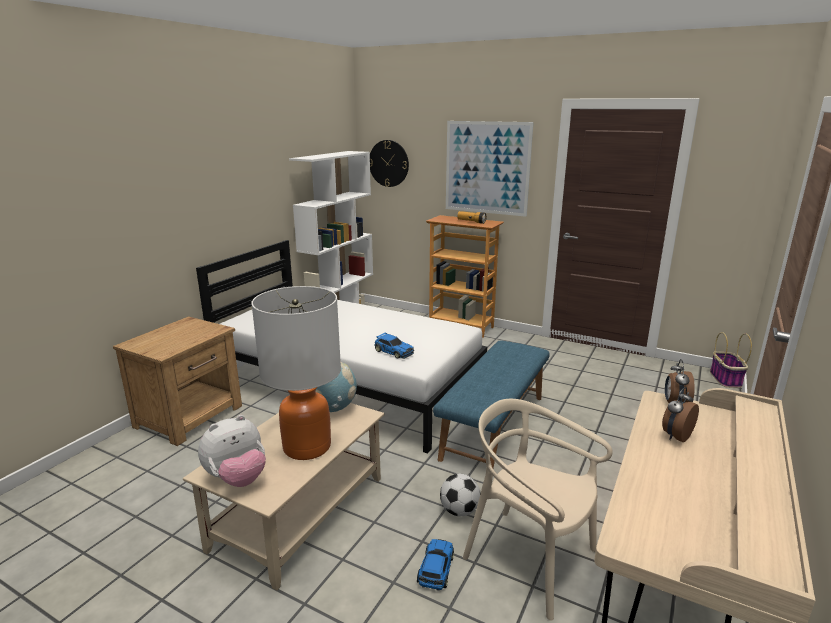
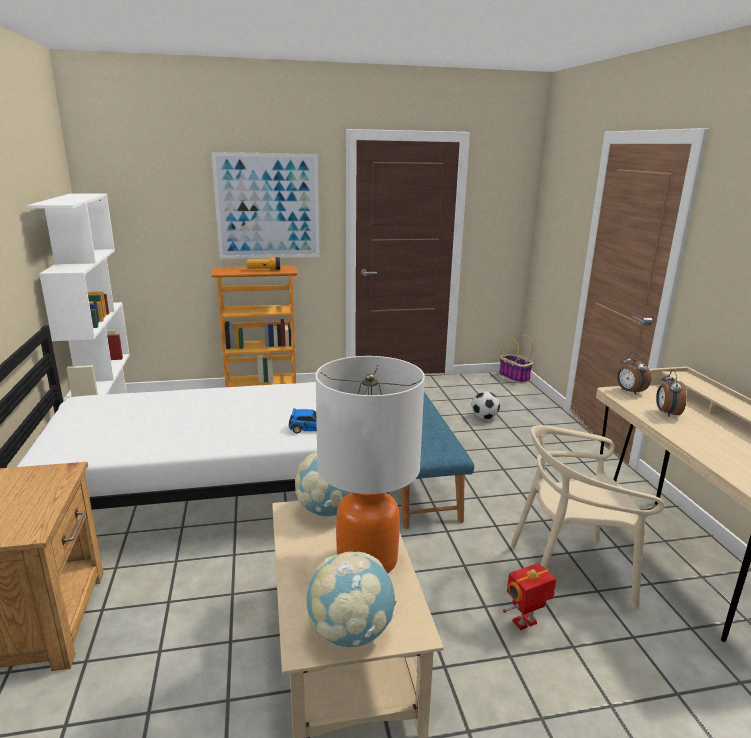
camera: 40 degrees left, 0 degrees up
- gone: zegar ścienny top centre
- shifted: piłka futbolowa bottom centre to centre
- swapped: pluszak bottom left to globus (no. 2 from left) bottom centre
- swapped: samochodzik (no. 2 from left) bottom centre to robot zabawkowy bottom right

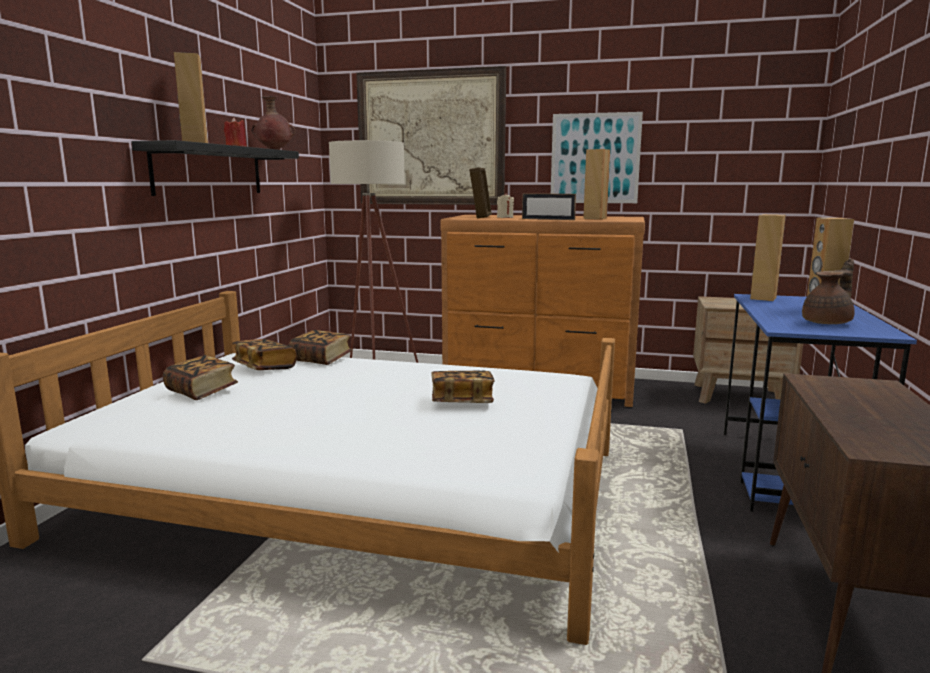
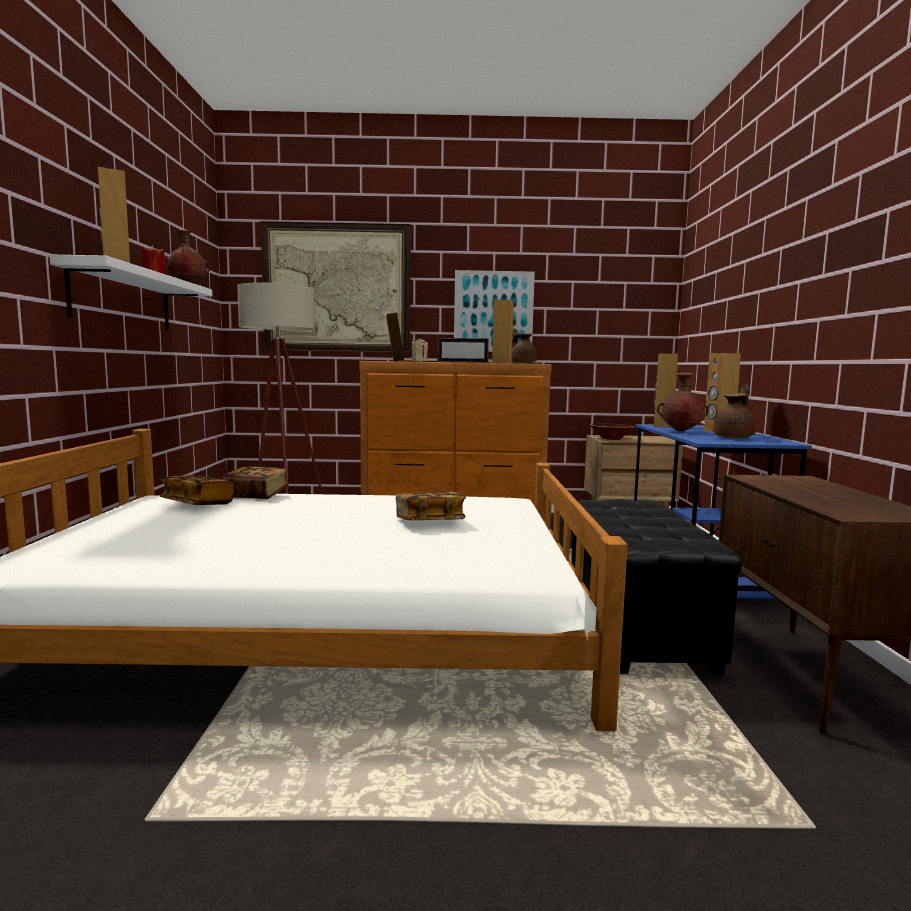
camera: 15 degrees left, 5 degrees down
- gone: książka (no. 1 from left) middle left
- new: imbryk (brązowy) (no. 1 from left) centre
- new: pufa (czarny) middle right
- new: miska (brązowy) middle right
- new: wazon (brązowy) (no. 2 from left) middle right
- repainted: półka (czarny) top left to półka (biały) top left

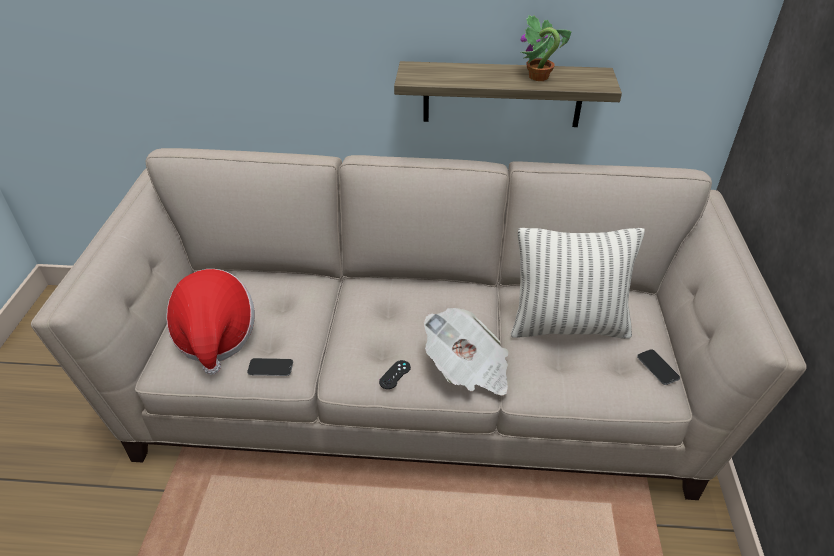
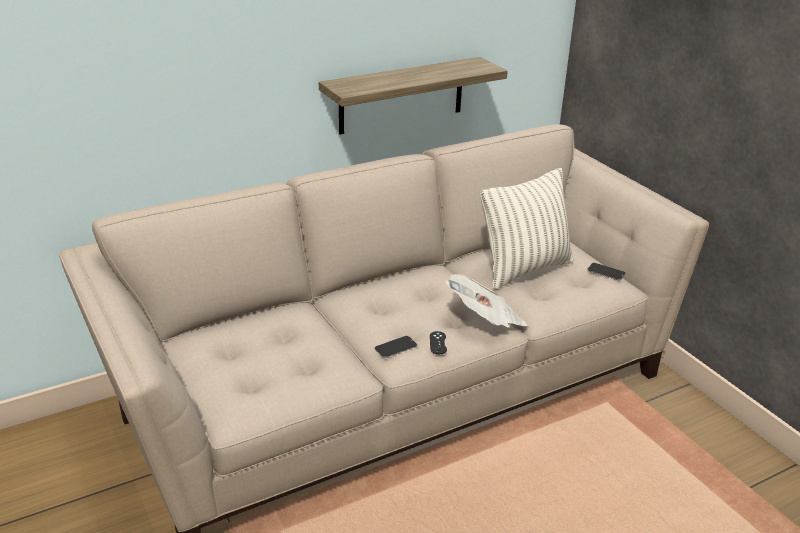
camera: 35 degrees left, 10 degrees down
- gone: kapelusz middle left
- gone: roślina doniczkowa top centre
- shifted: telefon (no. 1 from left) middle left to centre

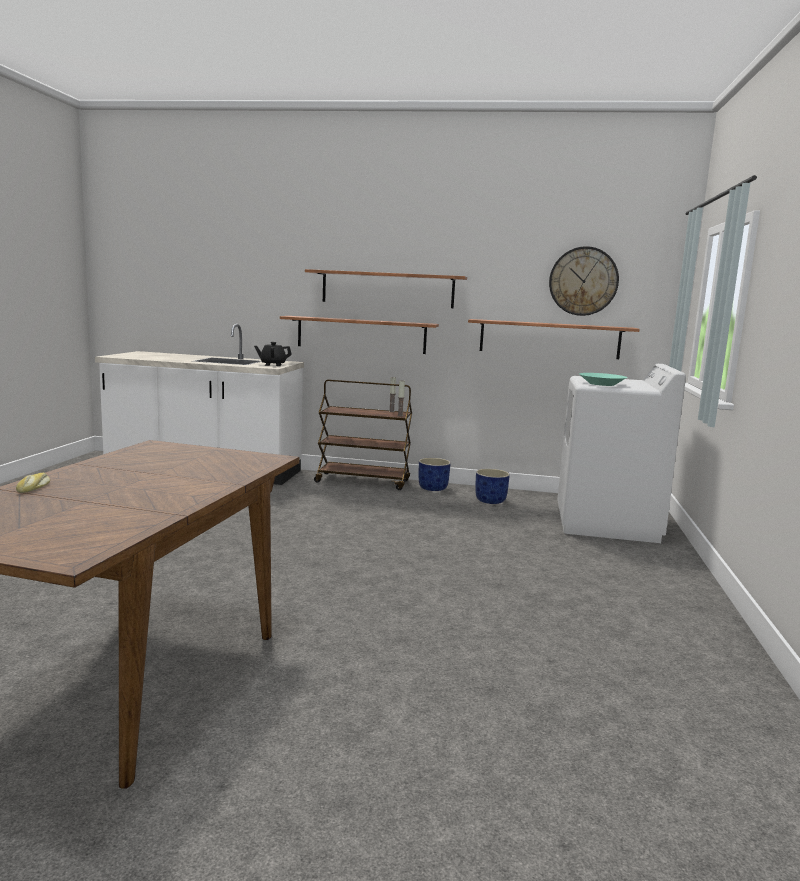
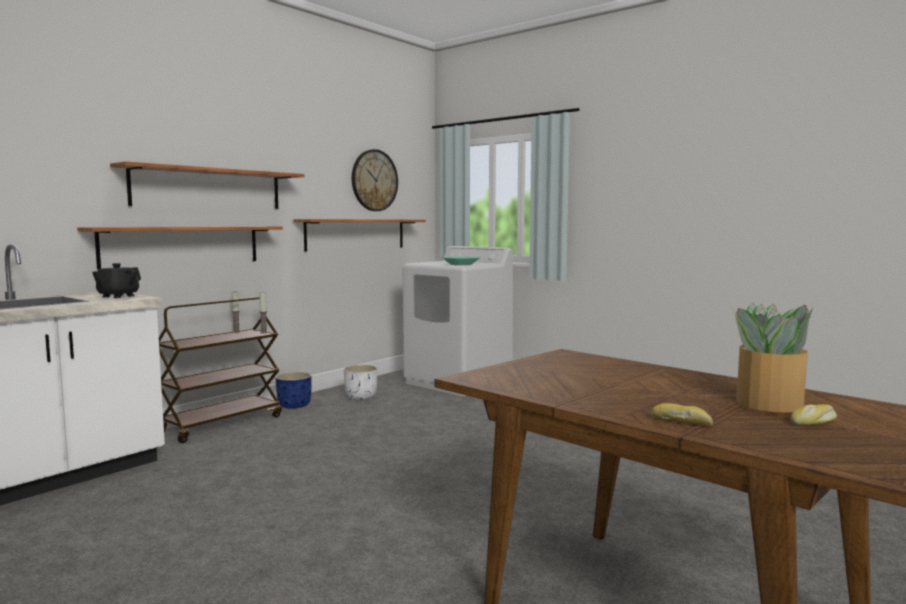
camera: 60 degrees left, 5 degrees down
- new: roślina doniczkowa middle right
- new: chleb (no. 2 from left) bottom right
- repainted: donica (niebieski) (no. 2 from left) centre to donica (biały) centre

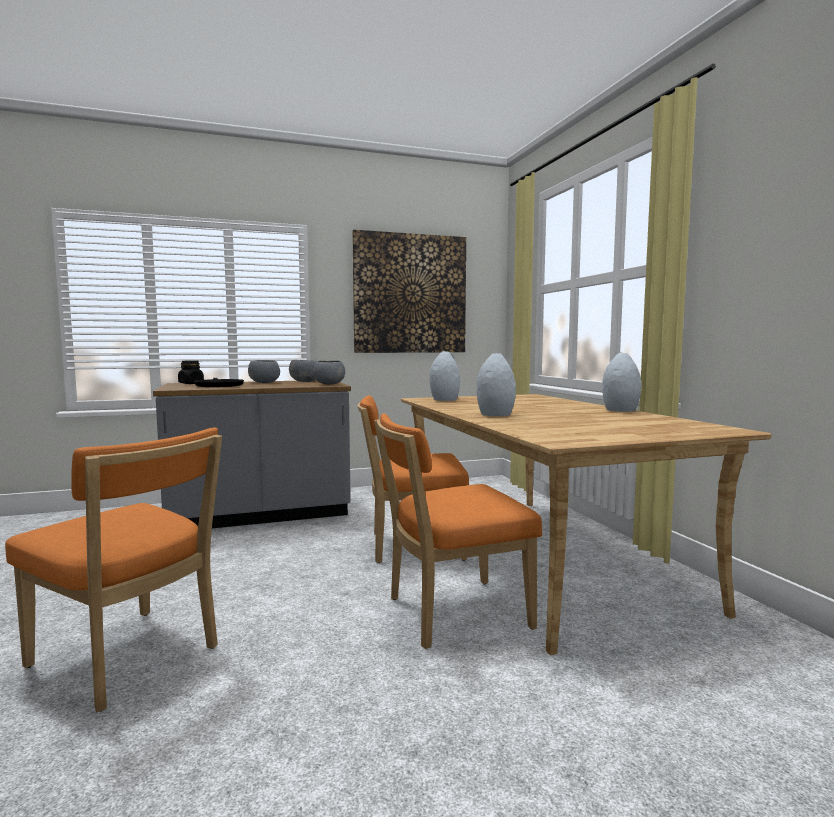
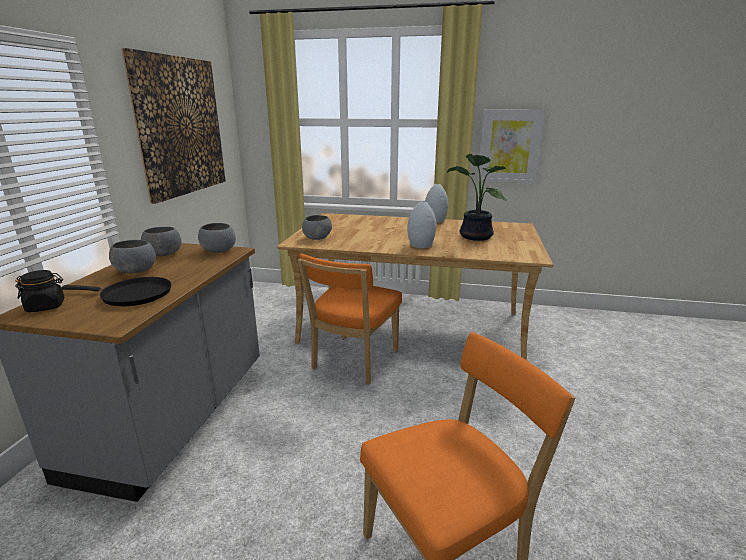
camera: 60 degrees left, 15 degrees up
- gone: krzesło (pomarańczowy) (no. 3 from left) centre
- new: roślina doniczkowa centre
- new: obraz (no. 2 from left) top right
- swapped: wazon (szary) (no. 1 from left) centre to miska (szary) (no. 4 from left) centre

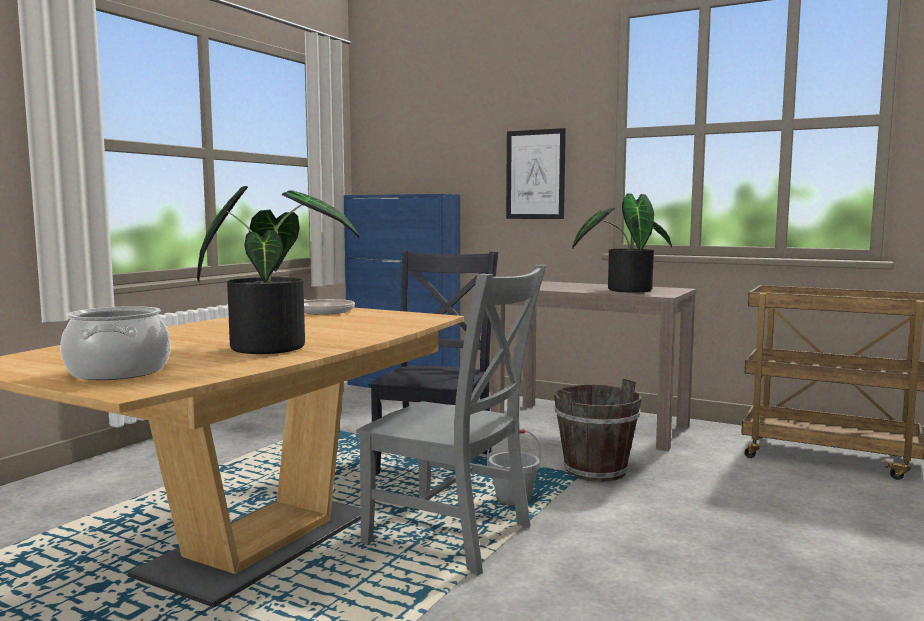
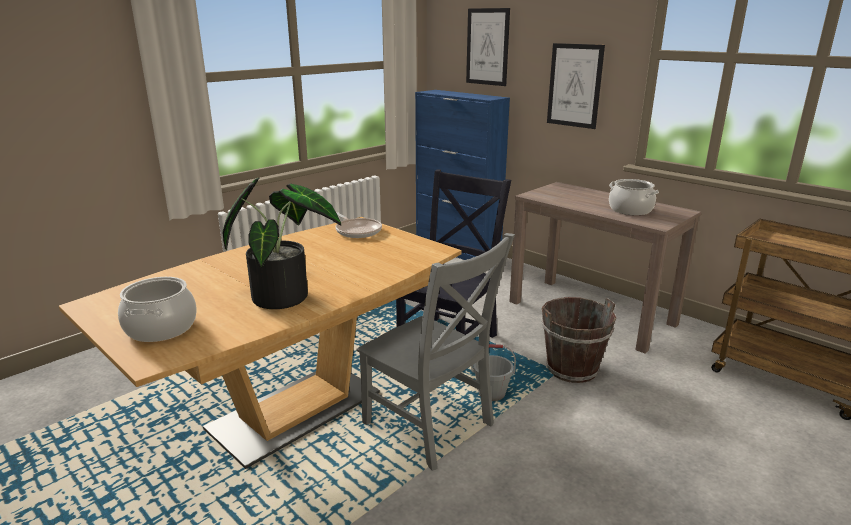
camera: 15 degrees right, 15 degrees up
- new: obraz (no. 1 from left) top centre
- swapped: roślina doniczkowa (no. 2 from left) middle right to garnek (no. 2 from left) middle right

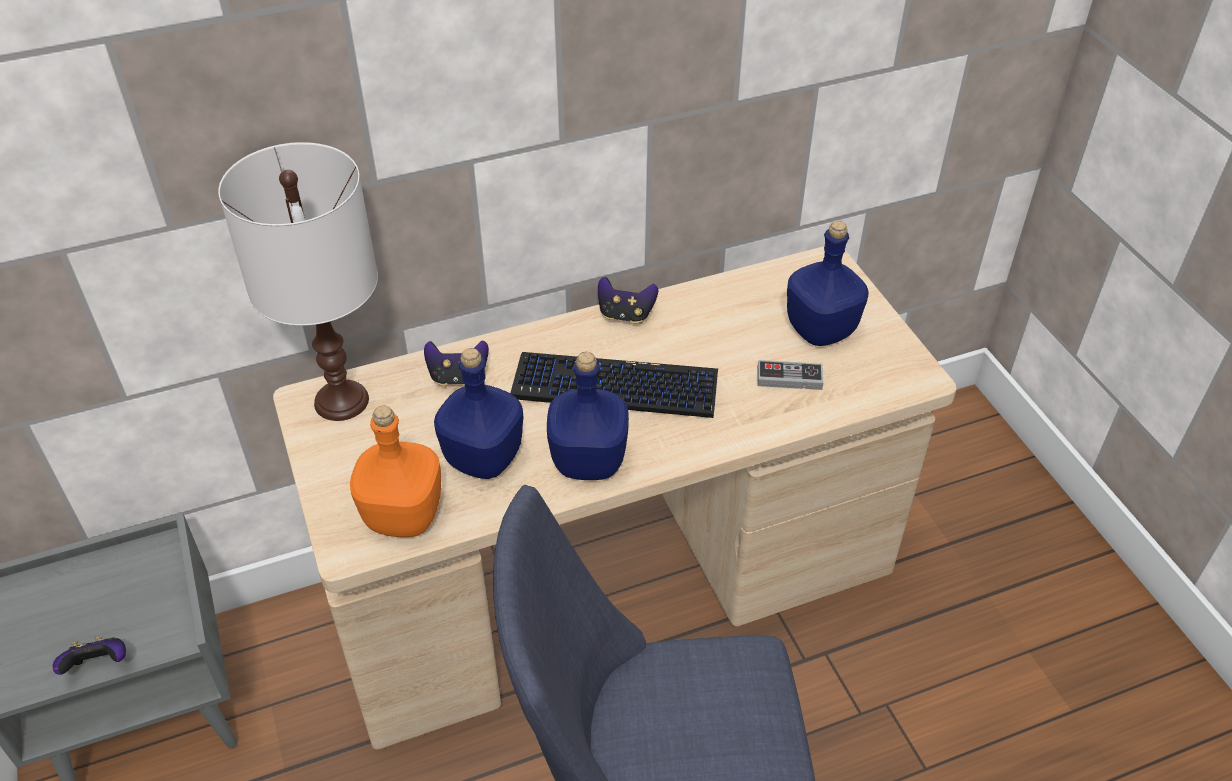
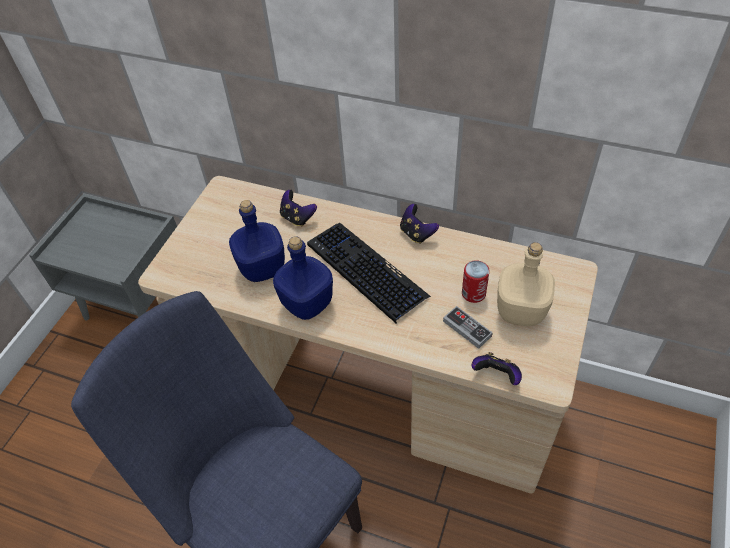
camera: 45 degrees right, 5 degrees up
- gone: lampa stołowa (biały) middle left
- gone: butelka (pomarańczowy) middle left
- new: puszka centre
- shifted: pad do gier (no. 1 from left in the first image) bottom left to pad do gier (no. 4 from left) bottom right
- repainted: butelka (niebieski) (no. 3 from left) middle right to butelka (beżowy) middle right

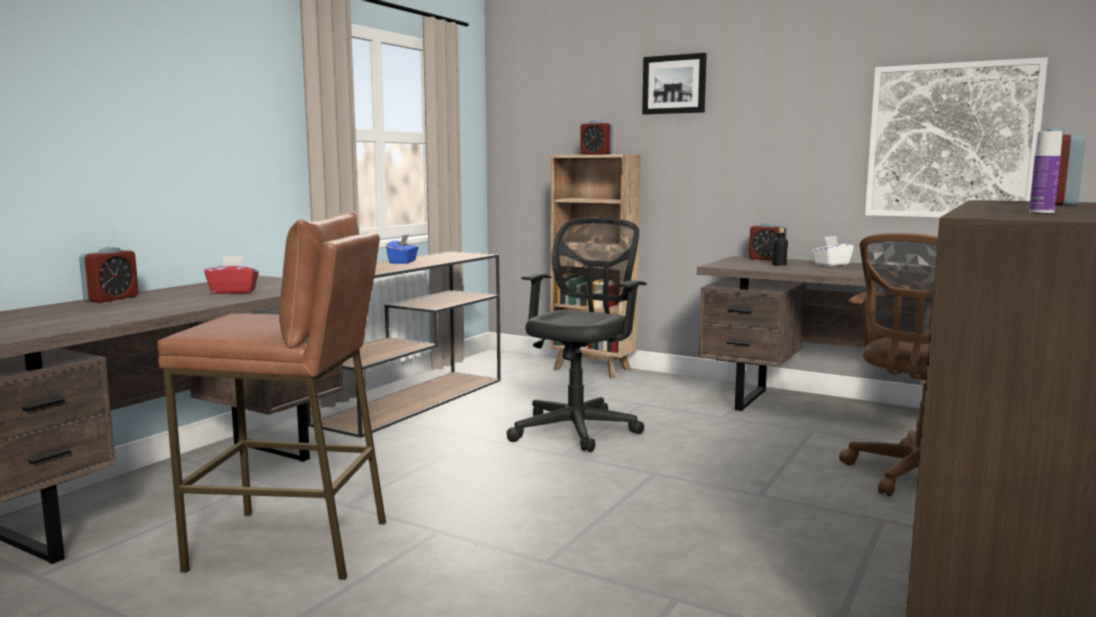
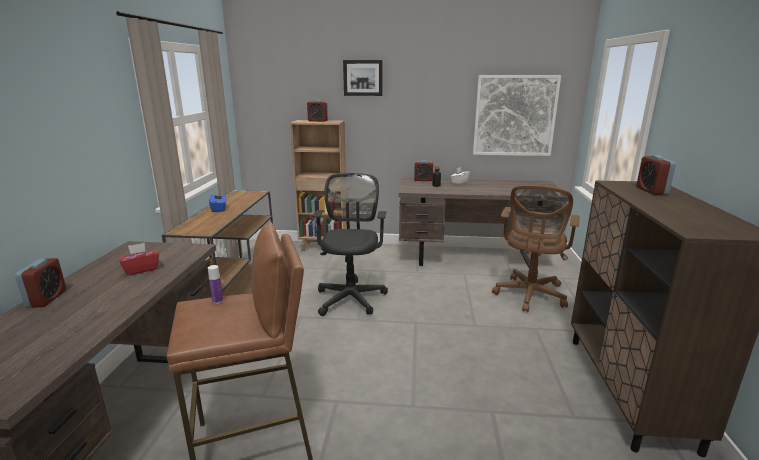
camera: 25 degrees left, 10 degrees up
- shifted: butelka (no. 2 from left in the first image) top right to butelka (no. 1 from left) middle left

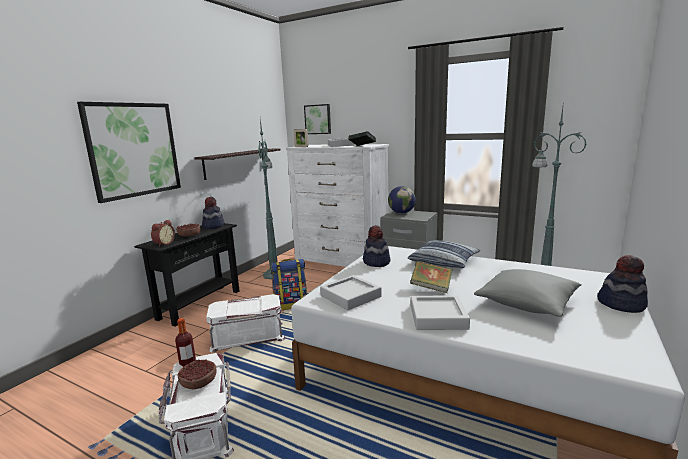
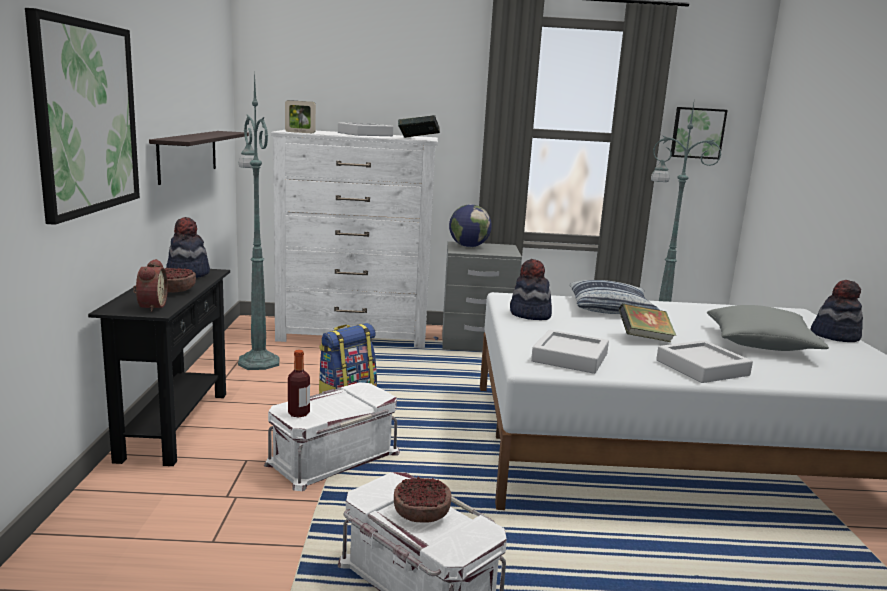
camera: 30 degrees left, 0 degrees up
- shifted: butelka bottom left to centre
- shifted: obraz (no. 2 from left) top centre to top right

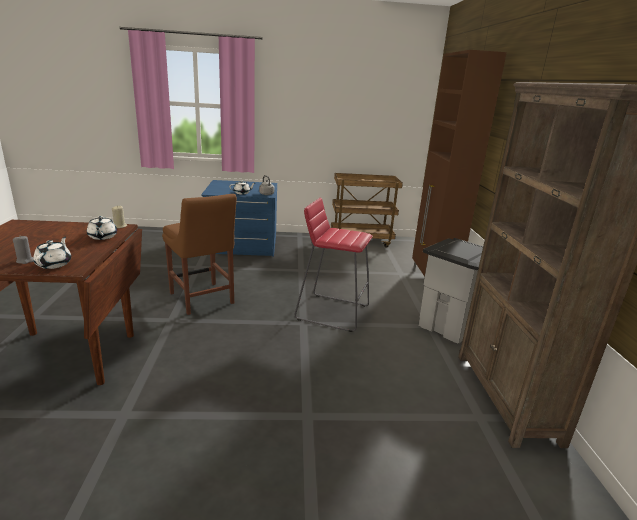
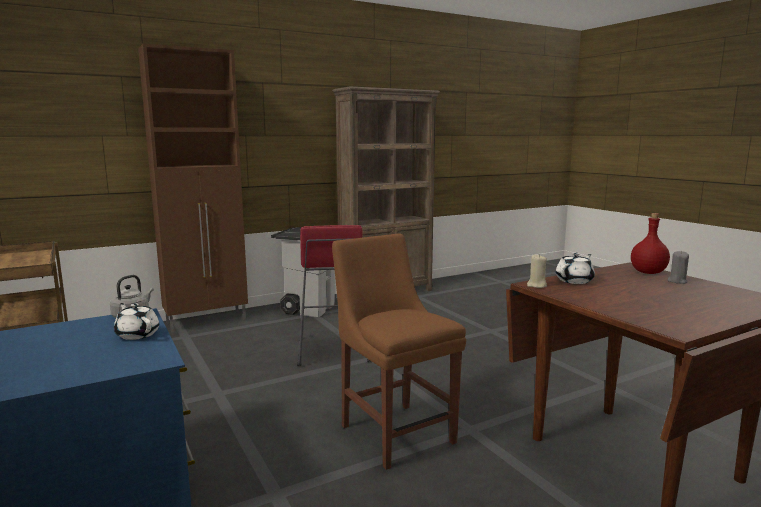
camera: 115 degrees left, 10 degrees down
- swapped: imbryk (biały) (no. 1 from left) middle left to butelka (czerwony) middle right
- rotated: krzesło (brązowy) middle left = bottom centre 60 degrees counterclockwise

